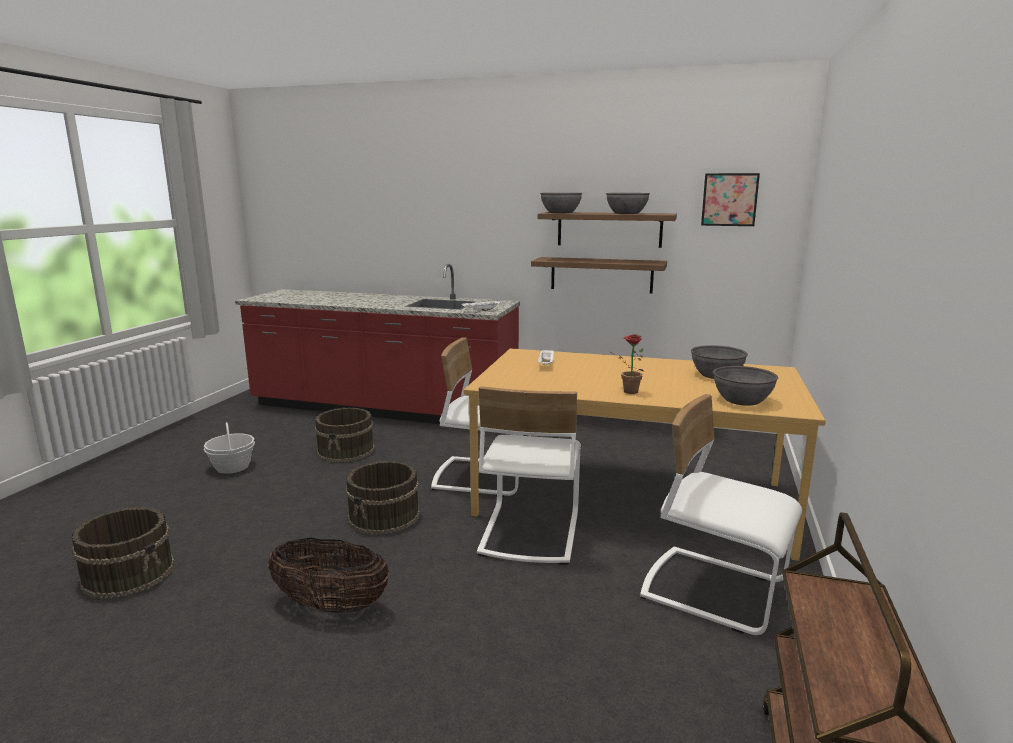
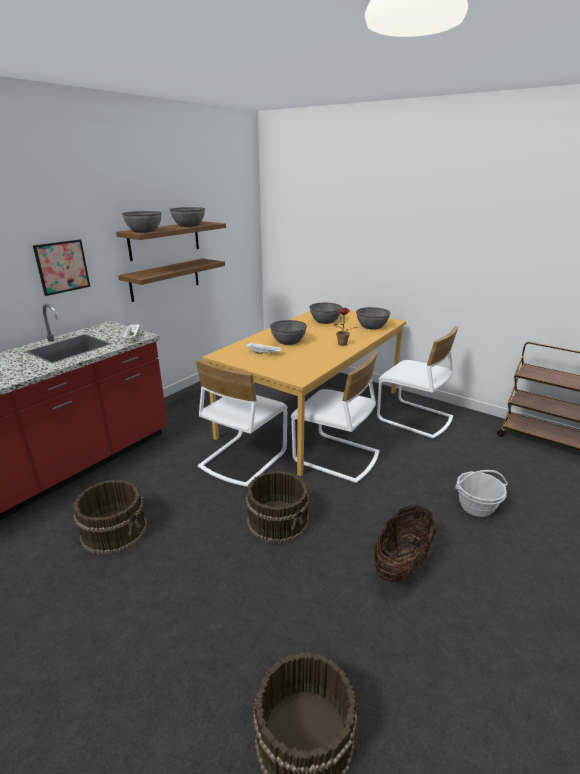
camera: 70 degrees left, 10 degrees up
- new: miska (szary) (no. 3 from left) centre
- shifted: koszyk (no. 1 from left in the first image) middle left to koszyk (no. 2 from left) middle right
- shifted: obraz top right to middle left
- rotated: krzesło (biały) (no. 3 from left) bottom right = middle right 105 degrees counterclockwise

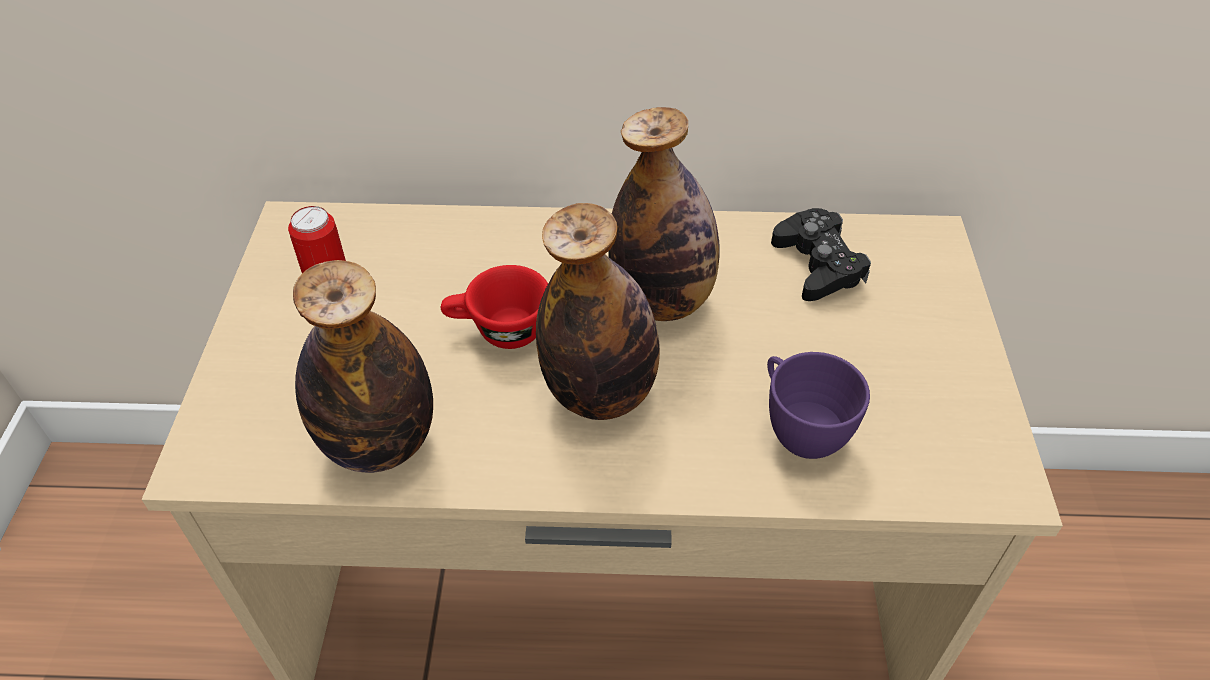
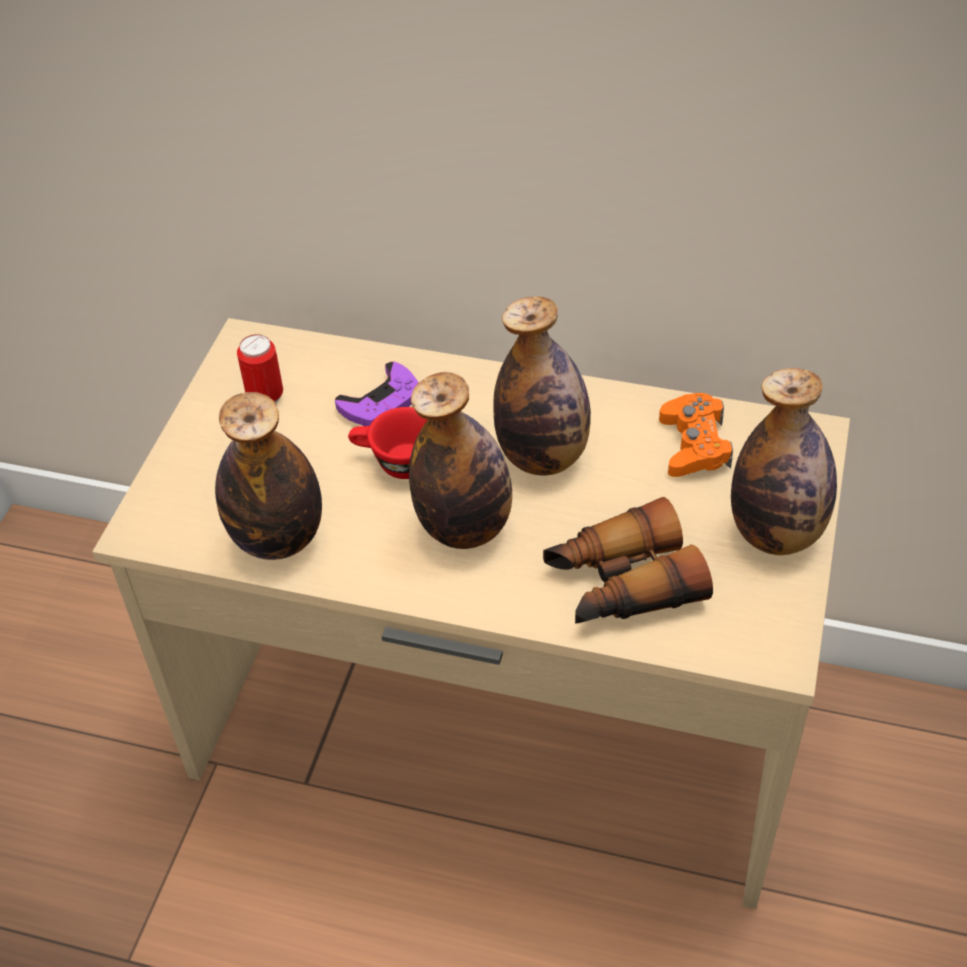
camera: 15 degrees right, 0 degrees up
- new: pad do gier (fioletowy) centre
- new: butelka (no. 4 from left) middle right
- swapped: filiżanka (fioletowy) middle right to lornetka centre
- repainted: pad do gier (czarny) middle right to pad do gier (pomarańczowy) middle right

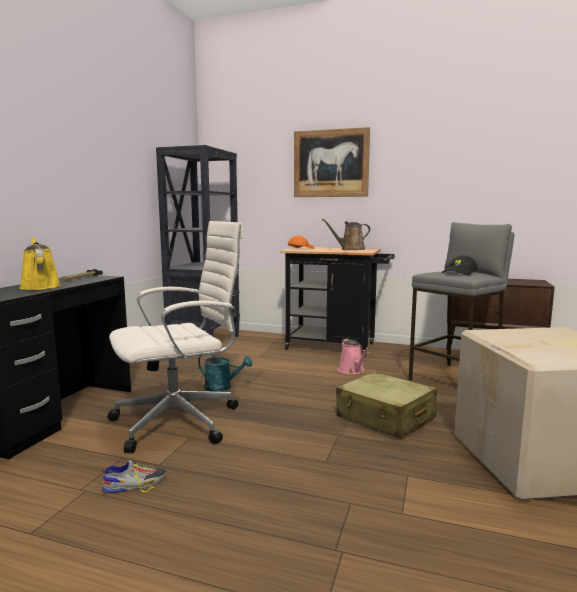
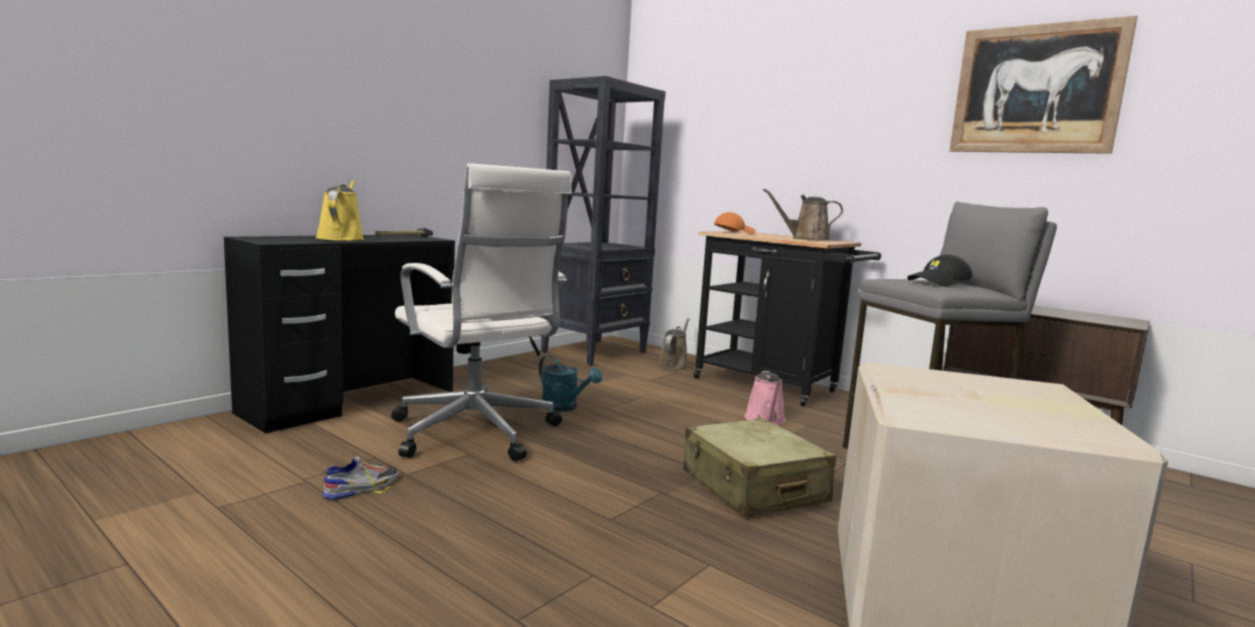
camera: 20 degrees right, 0 degrees up
- new: konewka (brązowy) (no. 1 from left) centre
- shifted: obraz top centre to top right
- rotated: but bottom left = bottom left 45 degrees counterclockwise
- rotated: krzesło biurowe (biały) middle left = centre 60 degrees clockwise

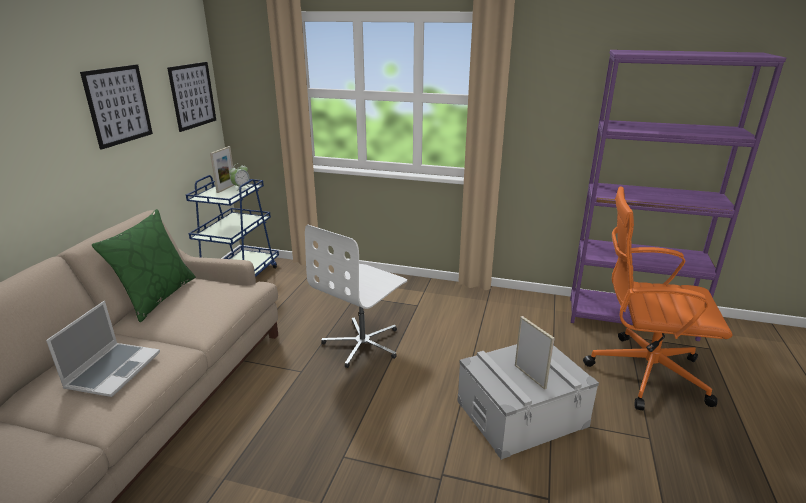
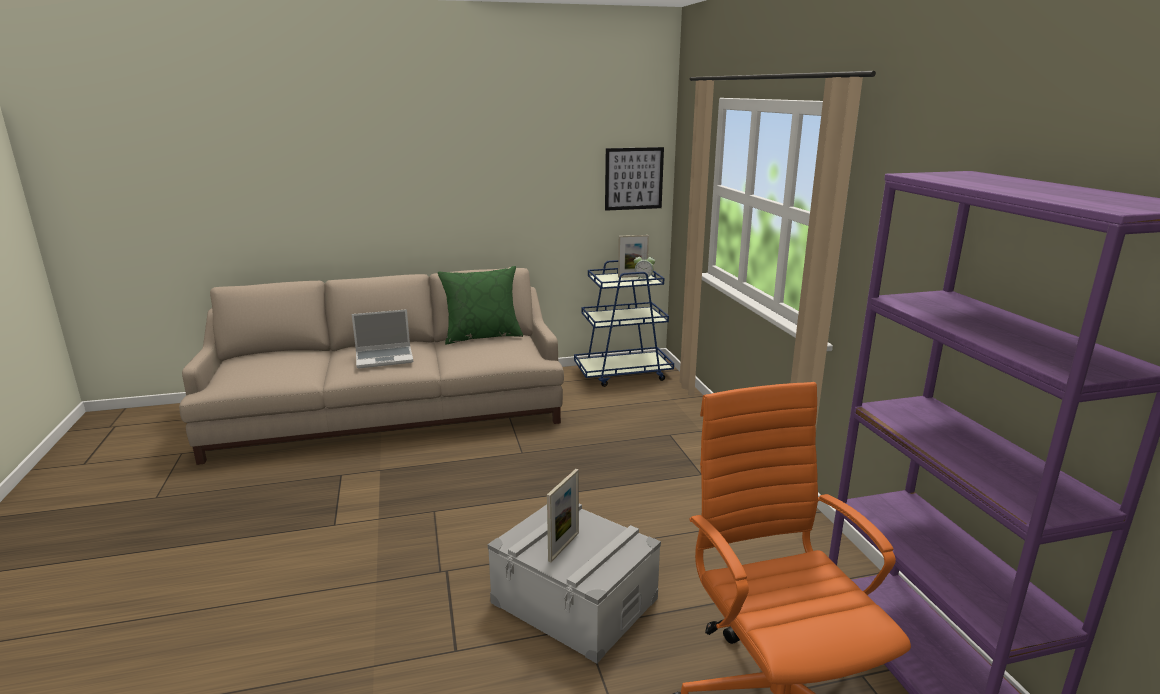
camera: 60 degrees right, 5 degrees down
- gone: obraz (no. 1 from left) top left
- gone: krzesło biurowe (biały) centre

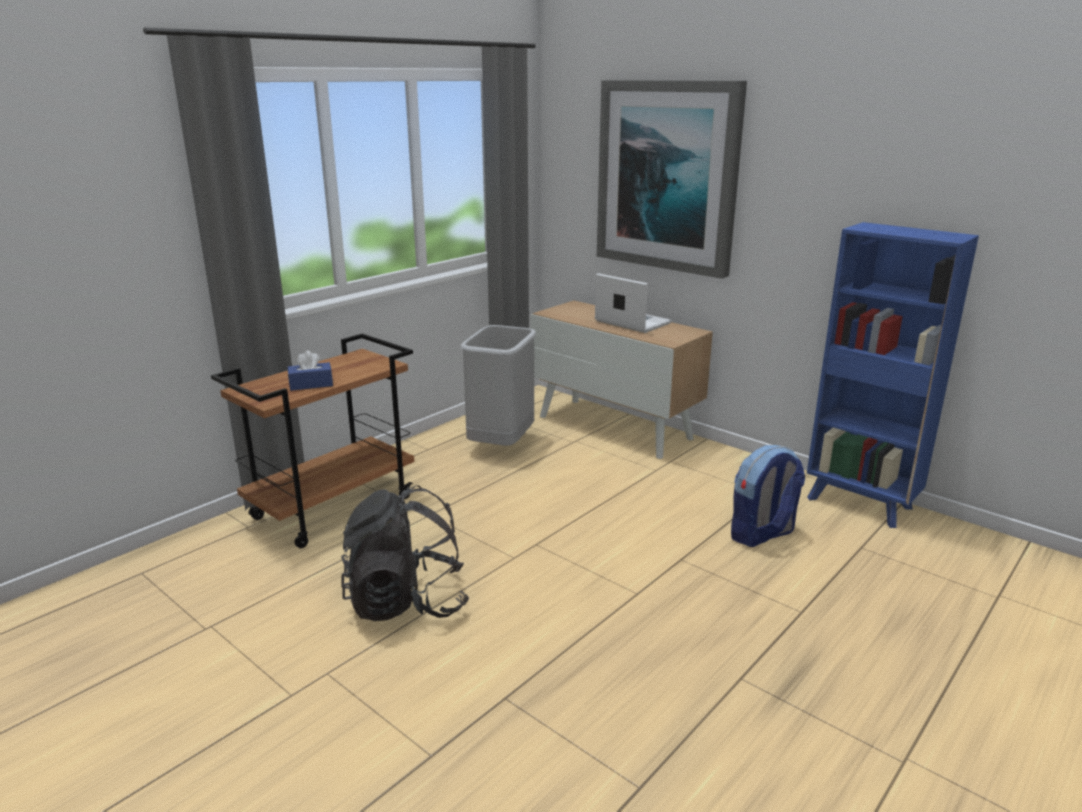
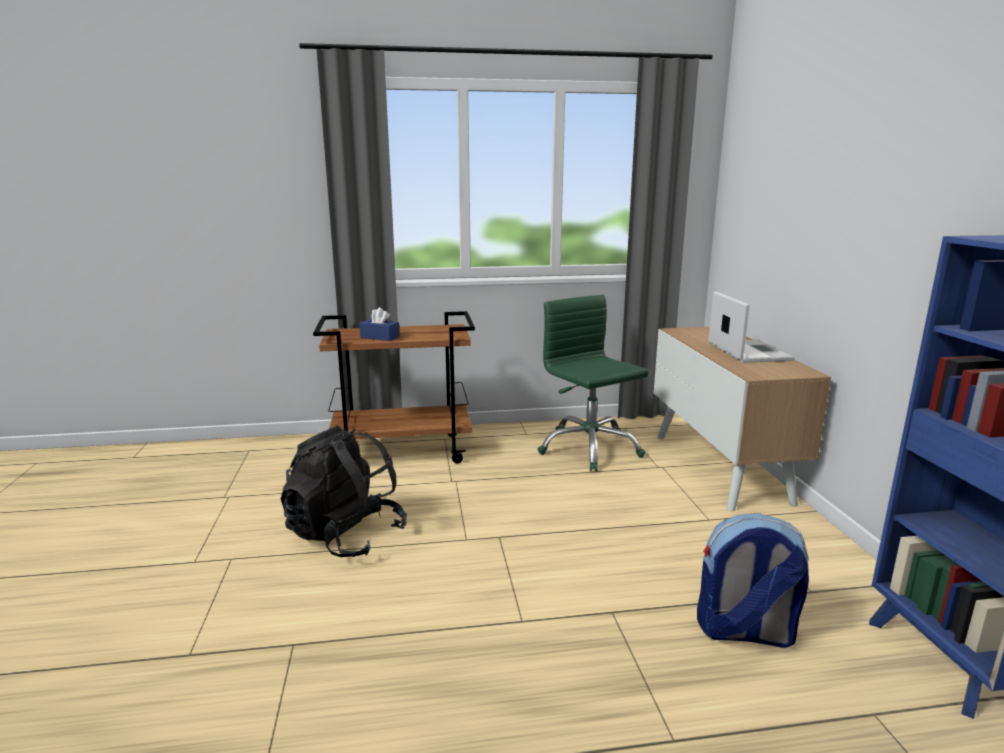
camera: 40 degrees right, 5 degrees down
- gone: obraz top centre
- swapped: kosz na śmieci (szary) centre to krzesło biurowe (zielony) centre

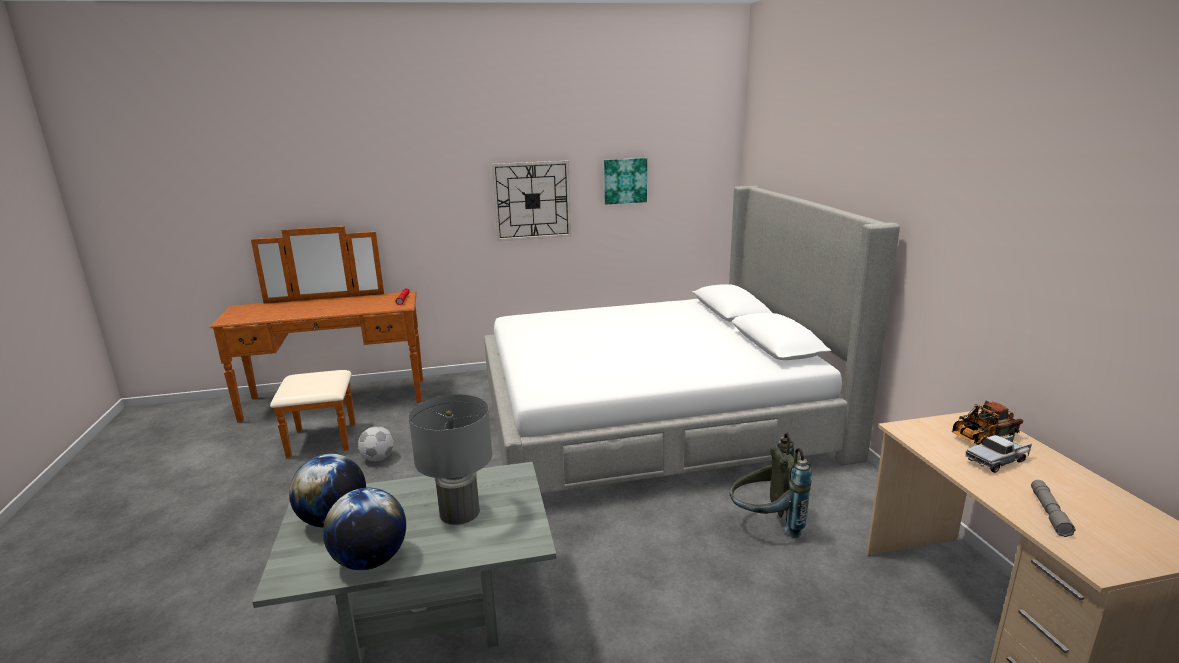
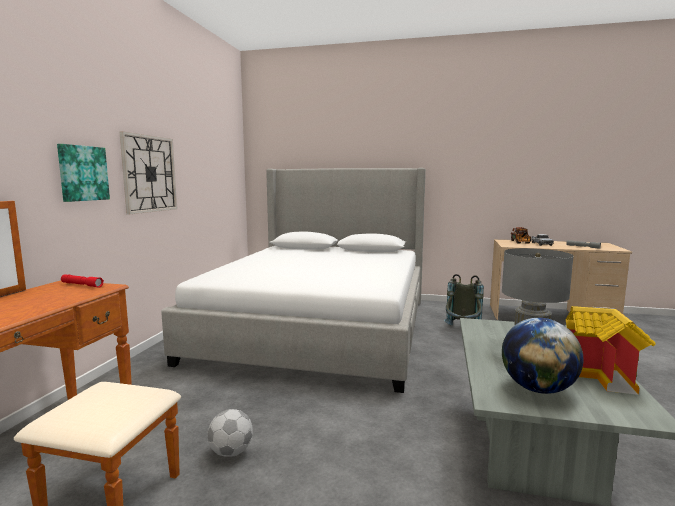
camera: 65 degrees left, 10 degrees down
- shifted: obraz top centre to middle left
- swapped: globus (no. 2 from left) bottom left to domek bottom right

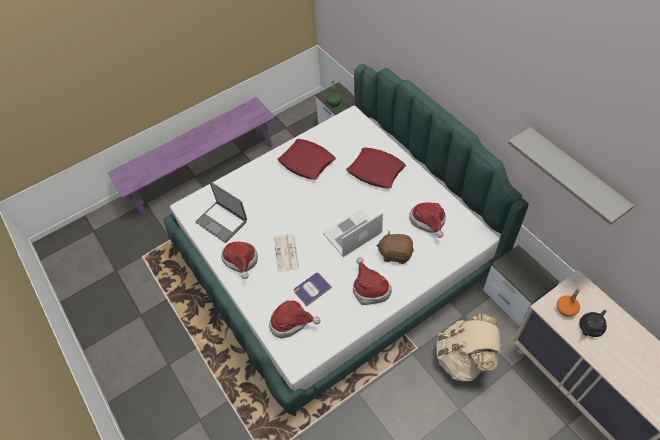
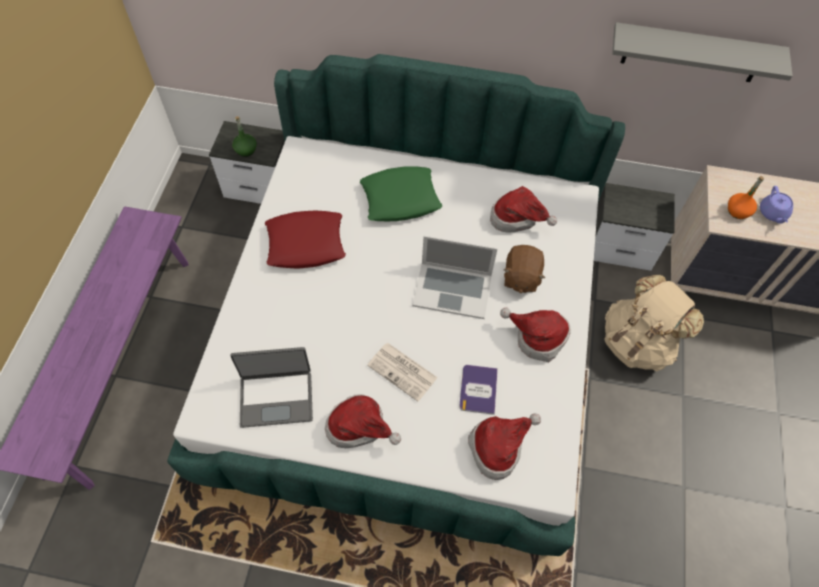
camera: 50 degrees left, 5 degrees up
- repainted: poduszka (czerwony) (no. 2 from left) centre to poduszka (zielony) top centre
- repainted: imbryk (czarny) bottom right to imbryk (fioletowy) middle right
- rotated: laptop (no. 2 from left) centre = centre 90 degrees counterclockwise
- rotated: pluszak (brązowy) centre = centre 45 degrees counterclockwise

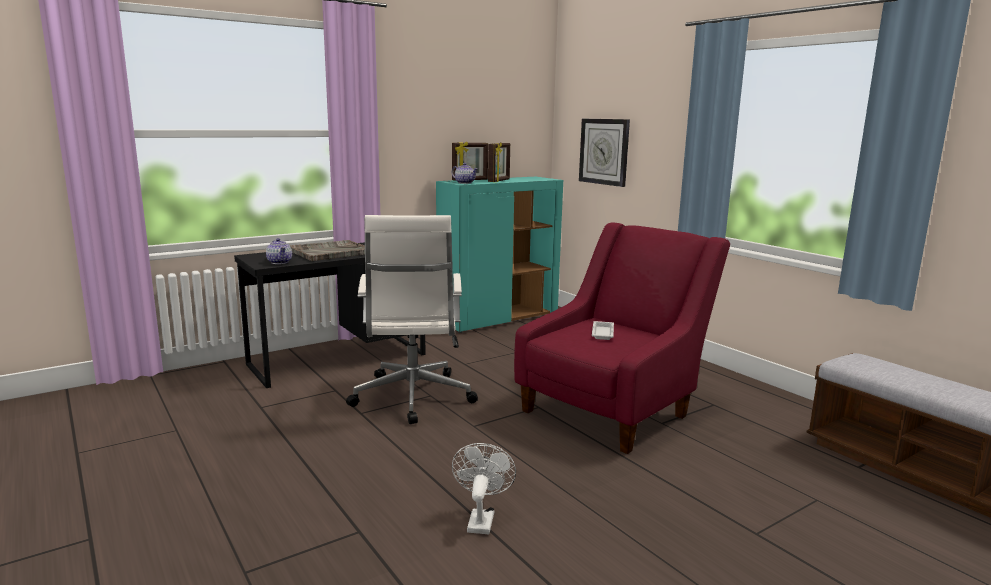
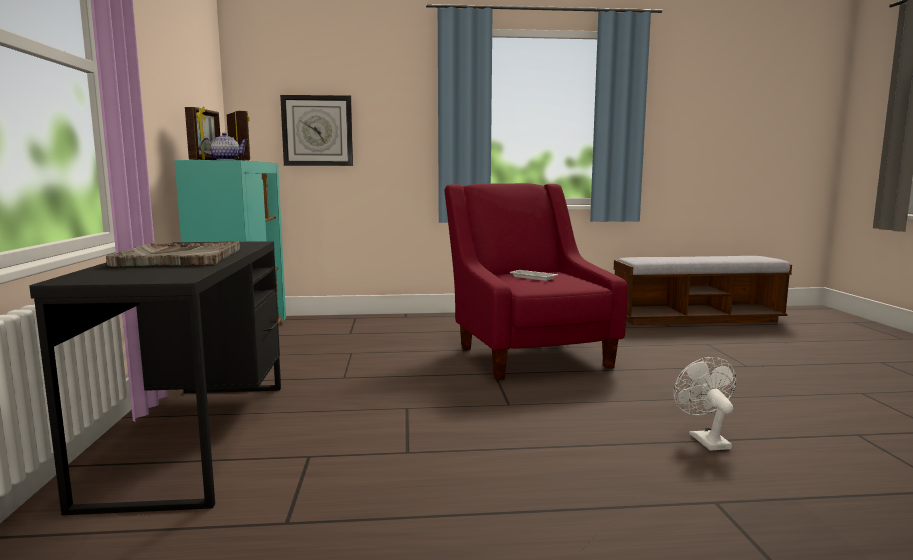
camera: 60 degrees left, 5 degrees down
- gone: imbryk (no. 1 from left) middle left
- gone: krzesło biurowe (biały) centre
- rotated: wentylator (biały) bottom centre = bottom right 45 degrees clockwise

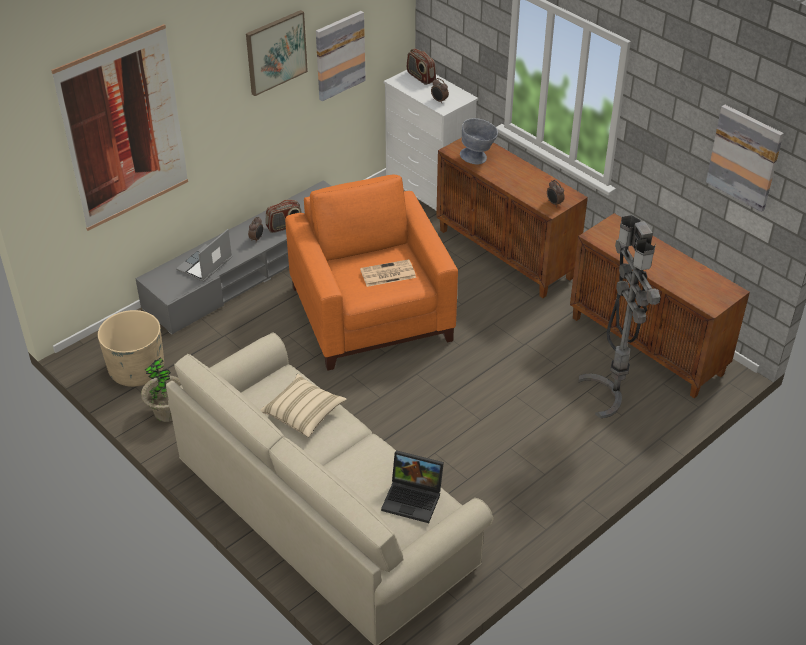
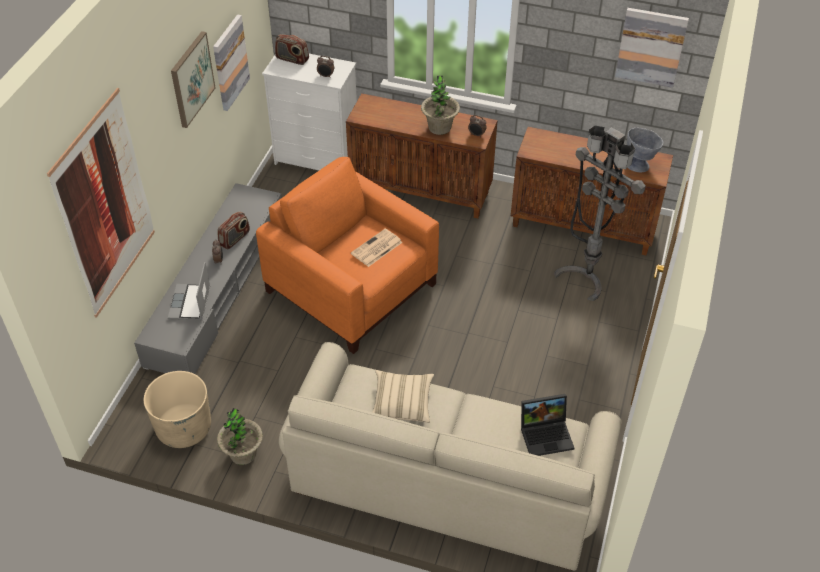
camera: 30 degrees left, 5 degrees up
- new: roślina doniczkowa (no. 2 from left) top centre
- shifted: miska (szary) top centre to top right

